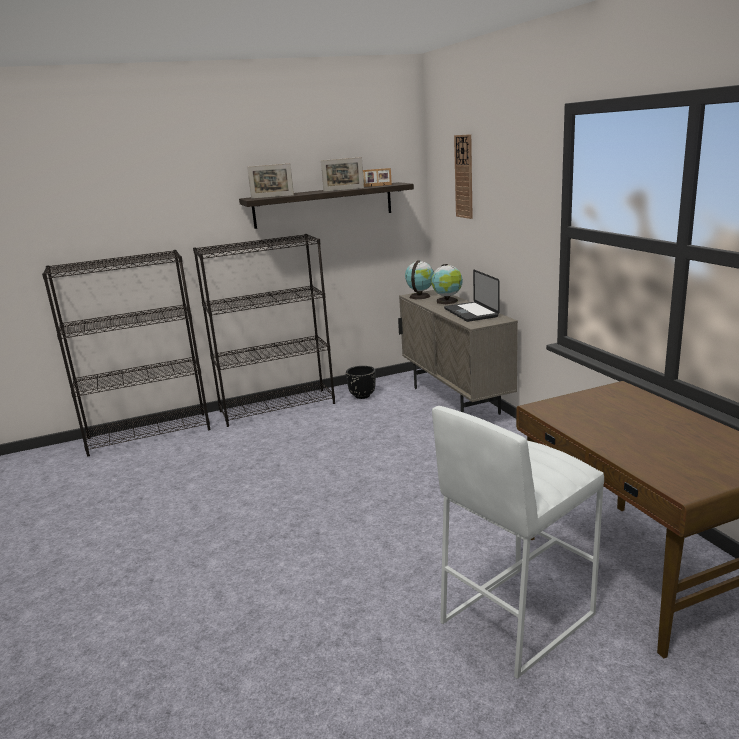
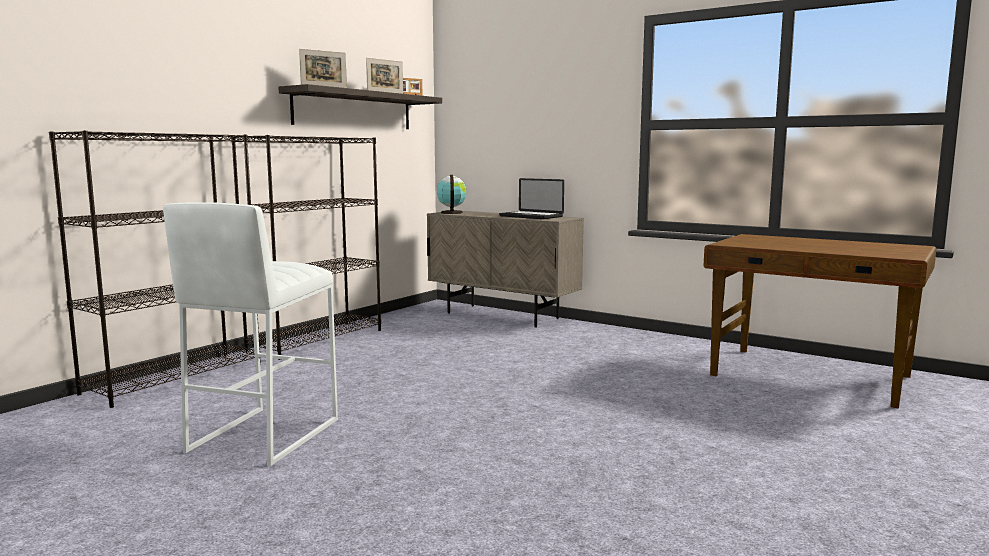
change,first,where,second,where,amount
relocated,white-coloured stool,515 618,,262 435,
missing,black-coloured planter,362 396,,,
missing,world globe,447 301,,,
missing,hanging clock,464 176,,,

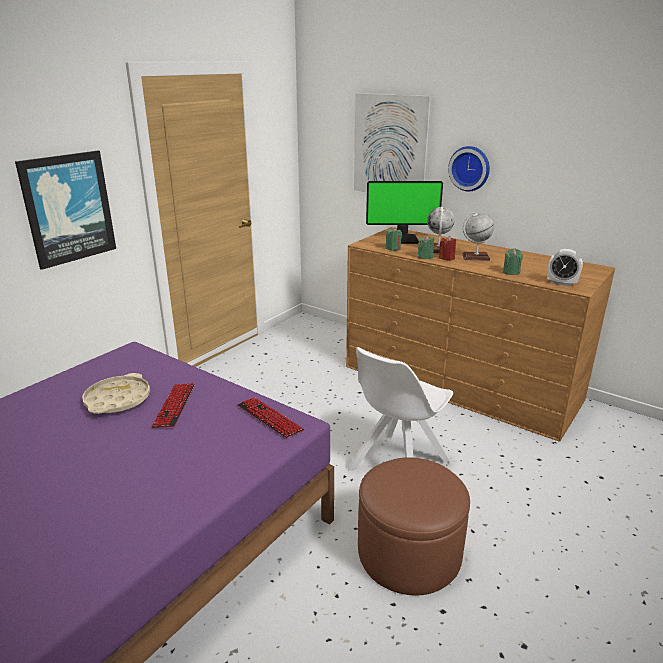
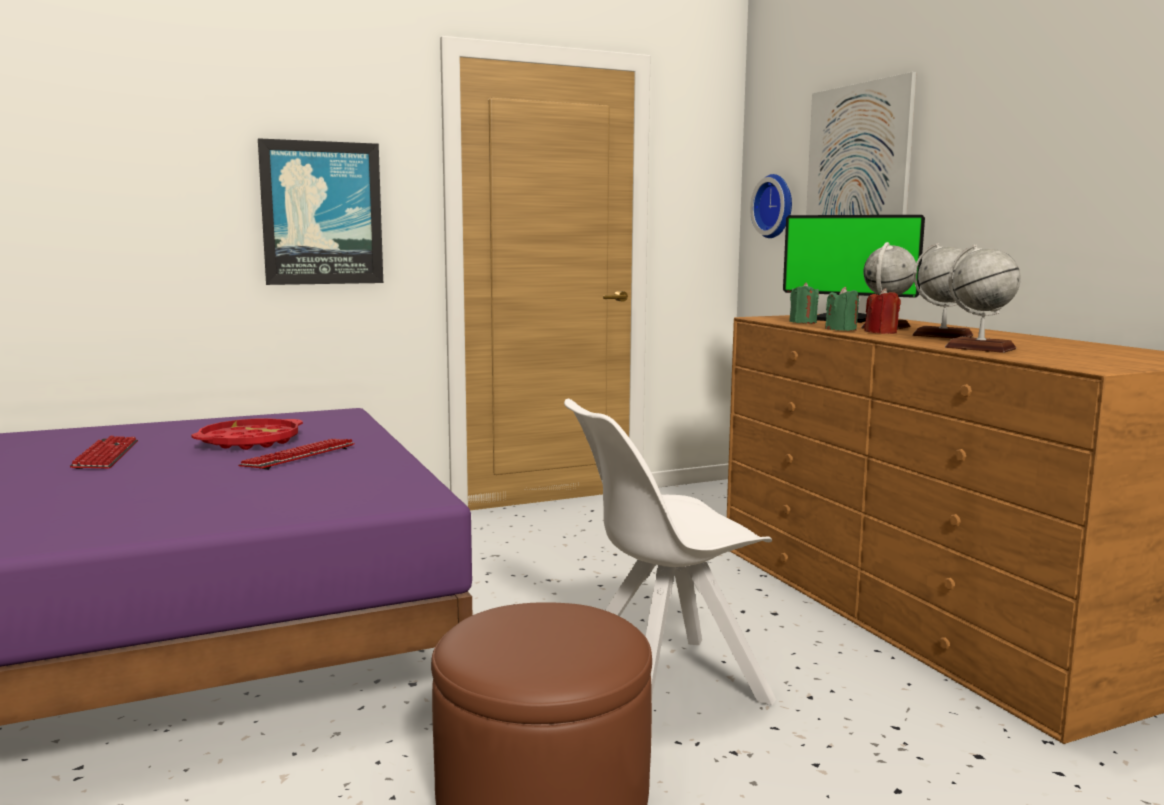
change,first,where,second,where,amount
relocated,computer keyboard,269 418,,106 455,
colour,beige carrying tray,117 400,red-coloured carrying tray,249 442,
relocated,hanging clock,470 168,,776 206,
exchanged,green-coloured wax light,511 272,world globe,979 348,
missing,alarm clock,561 283,,,

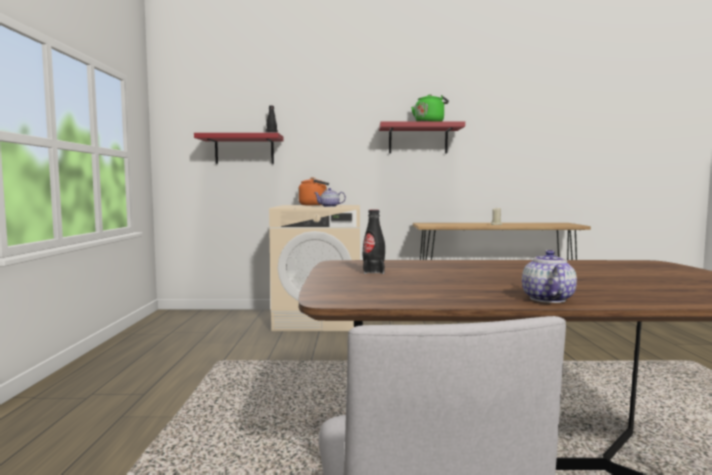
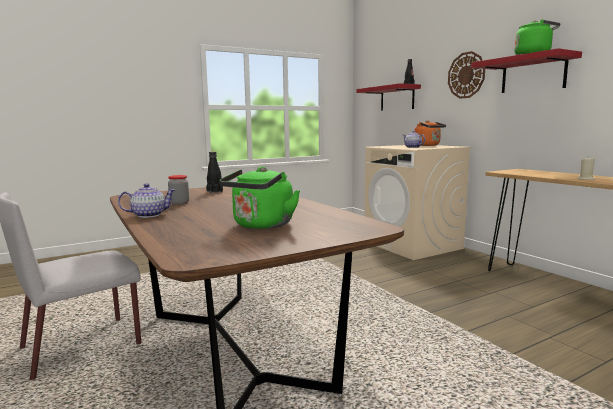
change,first,where,second,where,amount
appeared,,,preserve jar,179 203,
appeared,,,green-coloured kettle,261 226,
appeared,,,hanging clock,466 75,

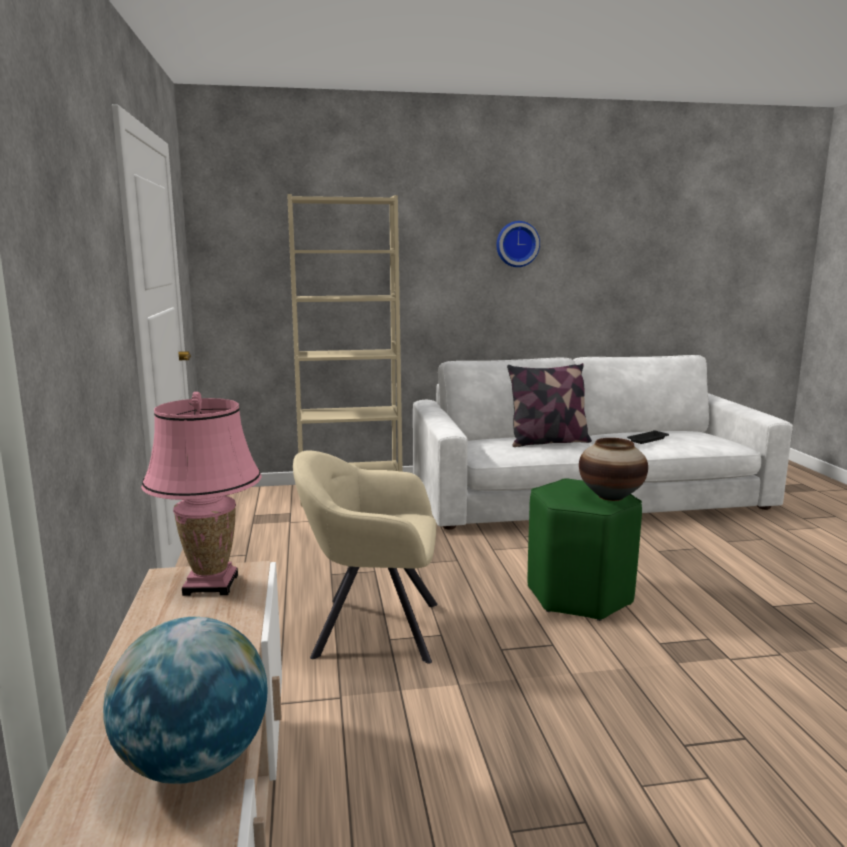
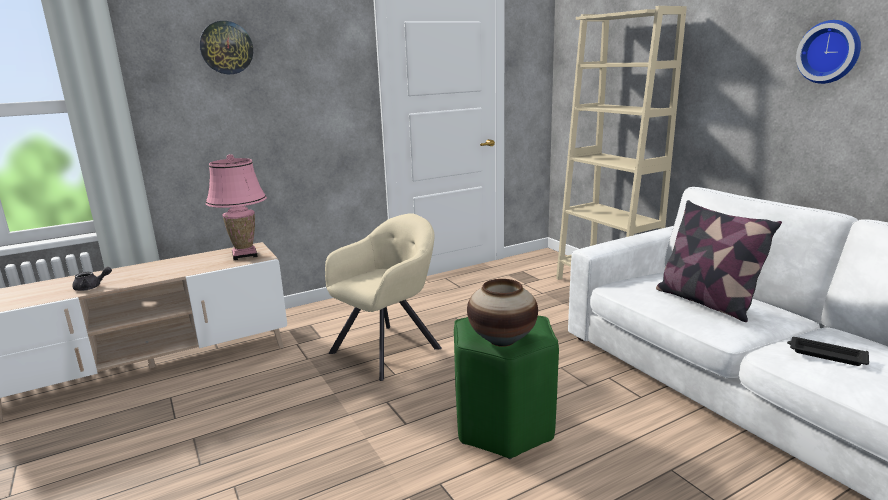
change,first,where,second,where,amount
exchanged,world globe,194 762,gray pot for tea,92 287,
appeared,,,hanging clock,226 48,
spun,beige lounge chair,371 629,,388 348,60 degrees clockwise

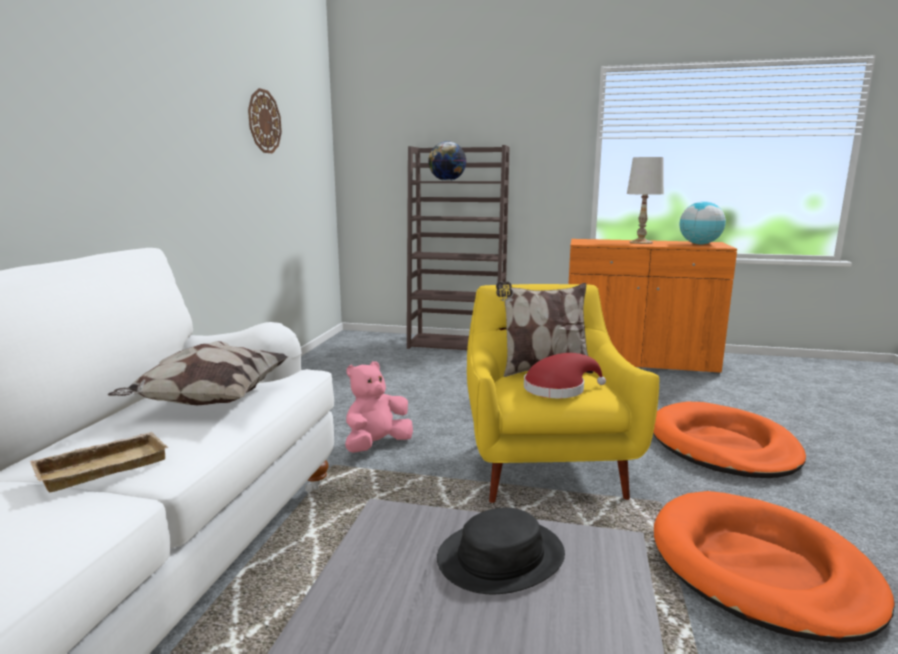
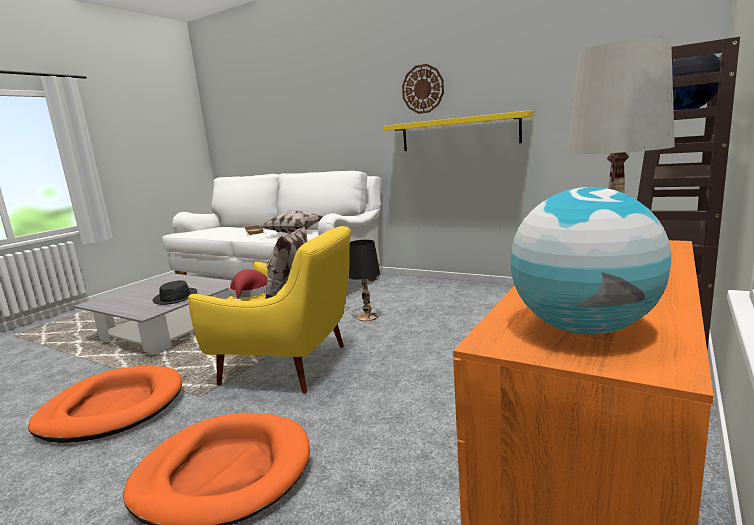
change,first,where,second,where,amount
exchanged,pinkish cuddly toy,377 445,black-coloured tabletop lamp,368 317,
appeared,,,yellow bracket shelf,458 133,
relocated,hanging clock,264 121,,423 89,

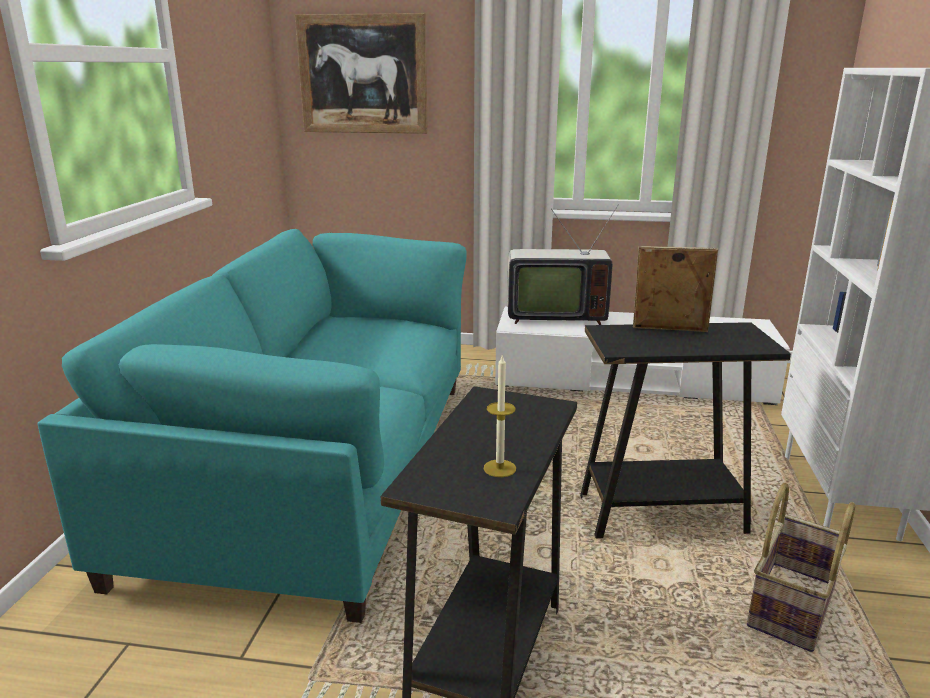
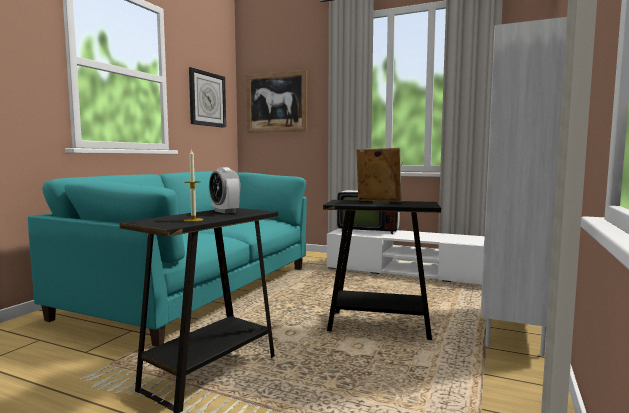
change,first,where,second,where,amount
appeared,,,hanging clock,207 99,
appeared,,,alarm clock,225 211,
missing,storage basket,793 608,,,

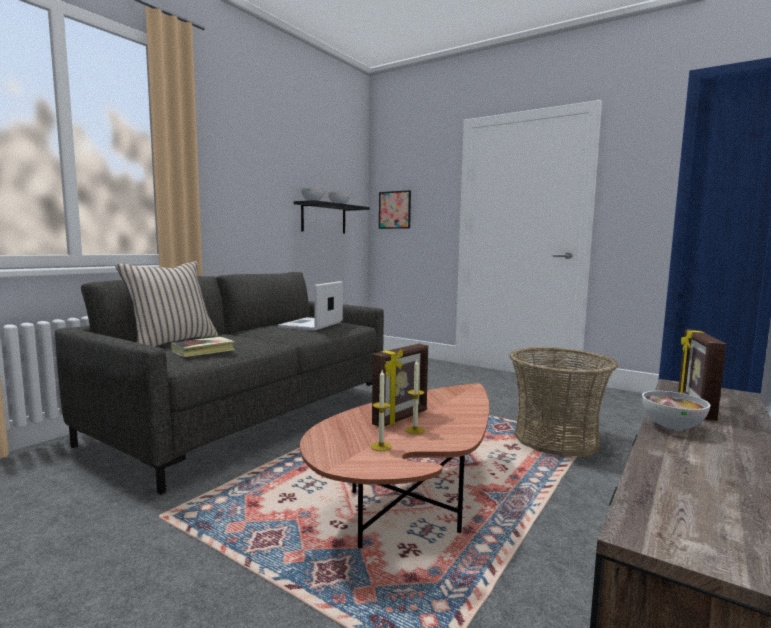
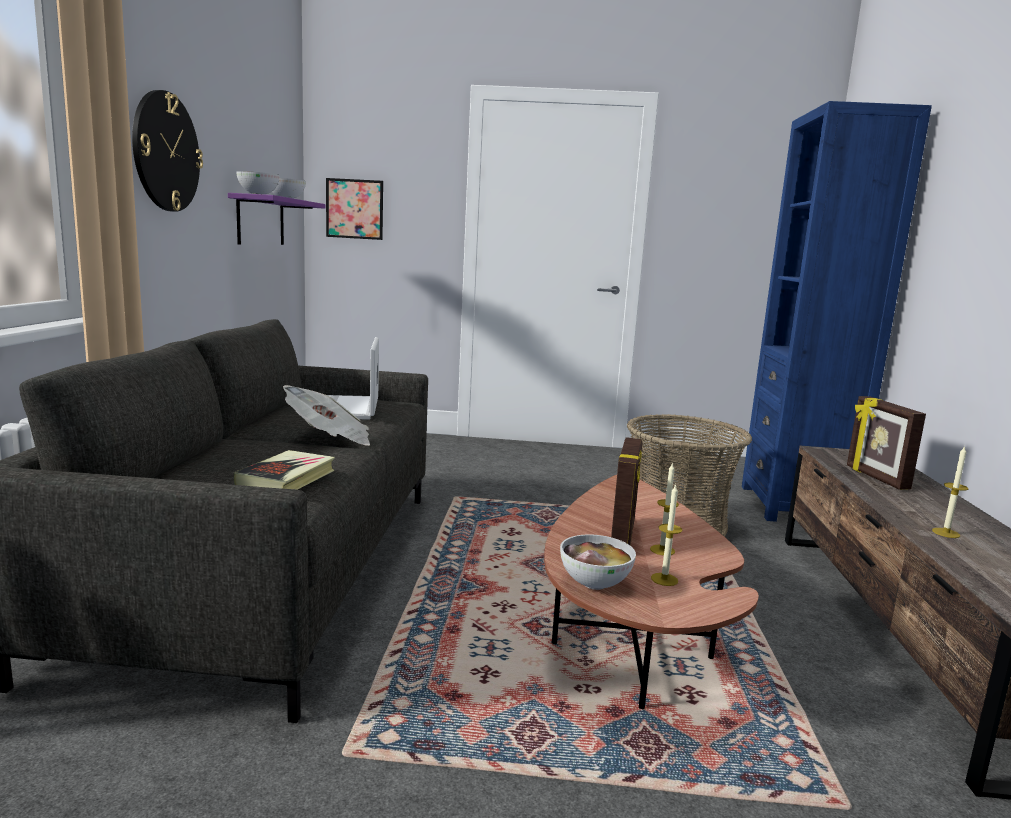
change,first,where,second,where,amount
appeared,,,hanging clock,166 152,
colour,black-coloured bracket shelf,324 218,purplish bracket shelf,261 221,
appeared,,,printed paper,330 439,
relocated,bowl,672 427,,595 583,
appeared,,,wax light,946 533,
missing,beige pillow,172 341,,,

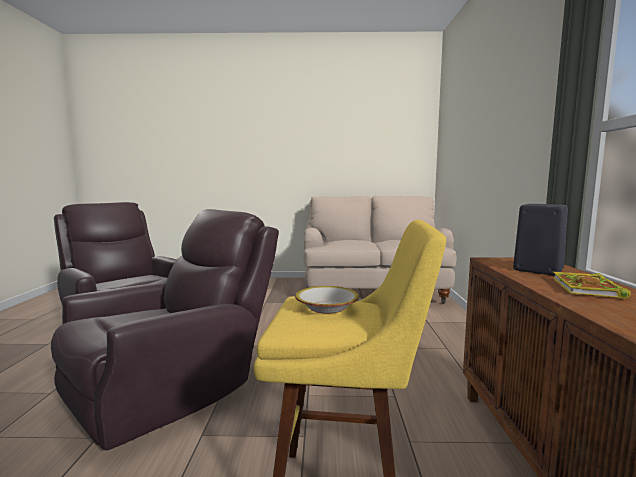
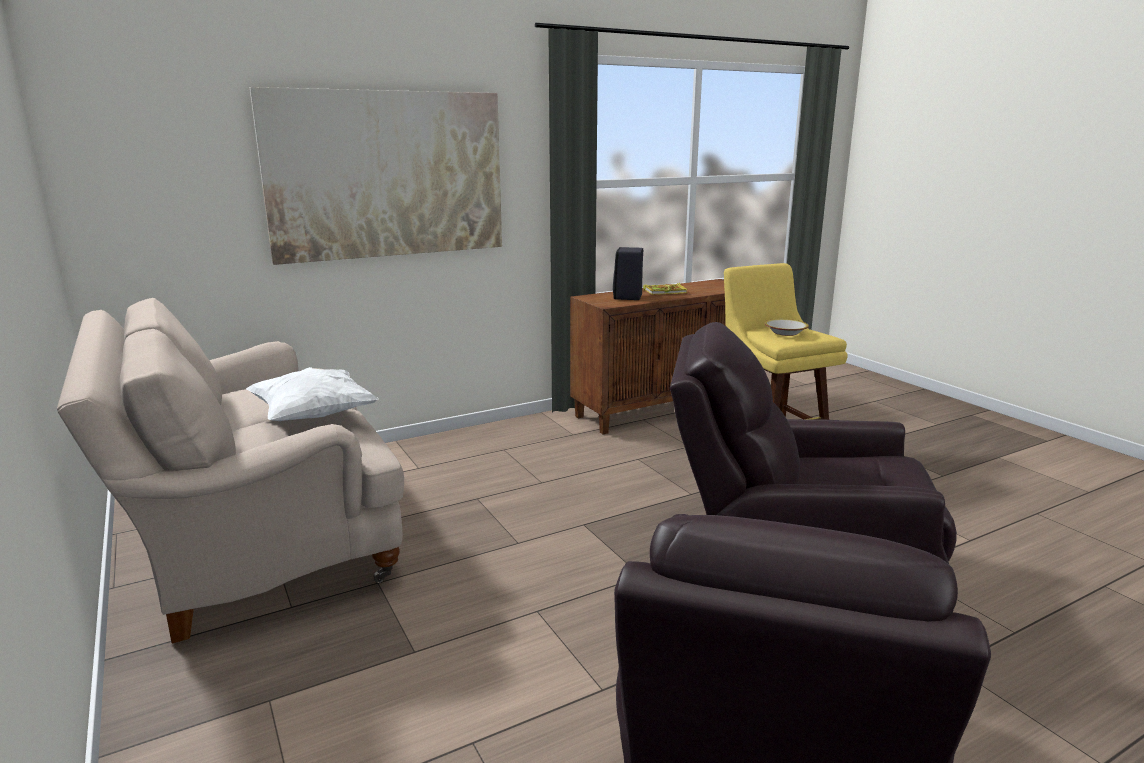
change,first,where,second,where,amount
appeared,,,white-coloured pillow,314 416,
appeared,,,wall art,388 175,

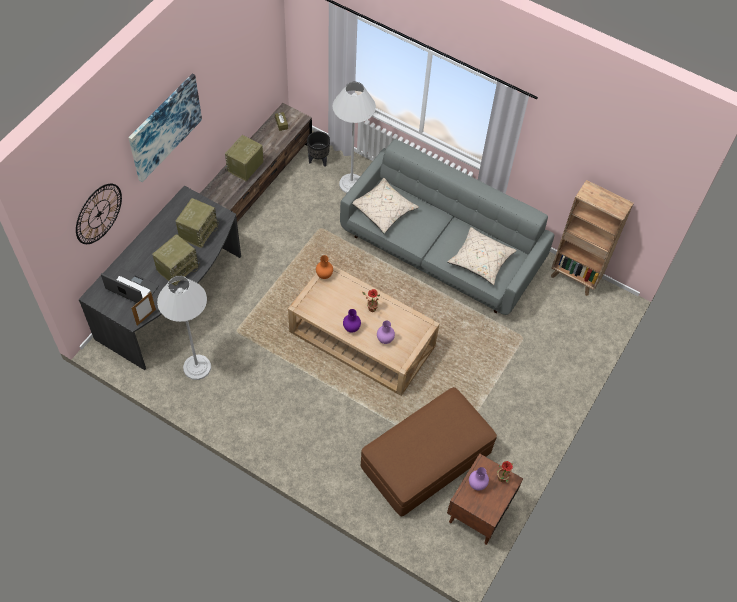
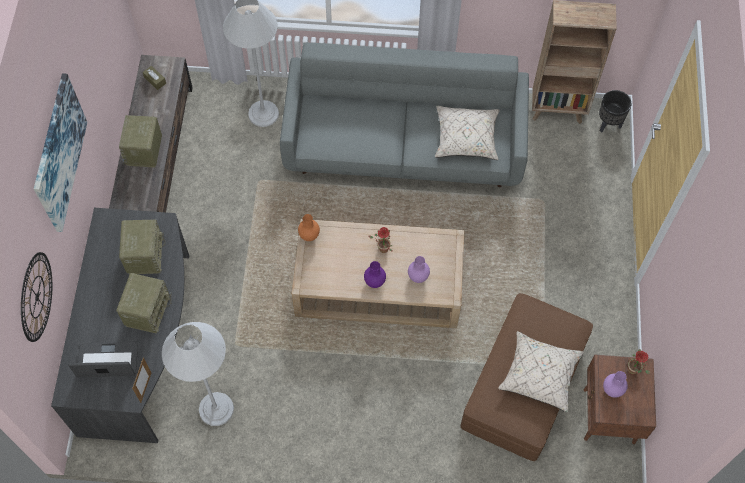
change,first,where,second,where,amount
relocated,beige pillow,383 210,,539 374,
relocated,black-coloured planter,318 161,,609 124,

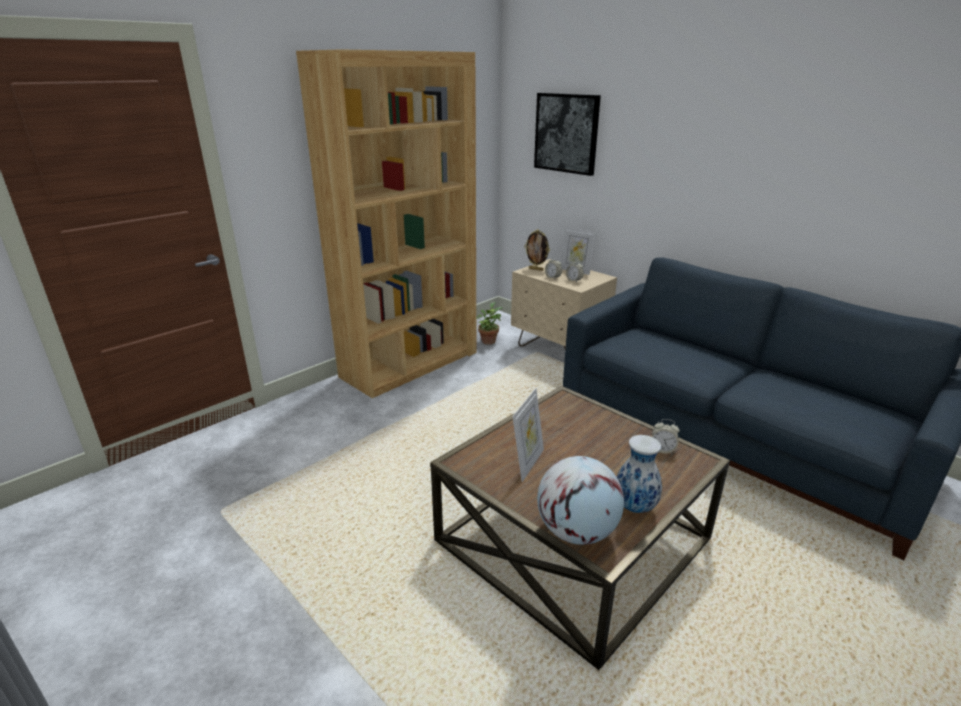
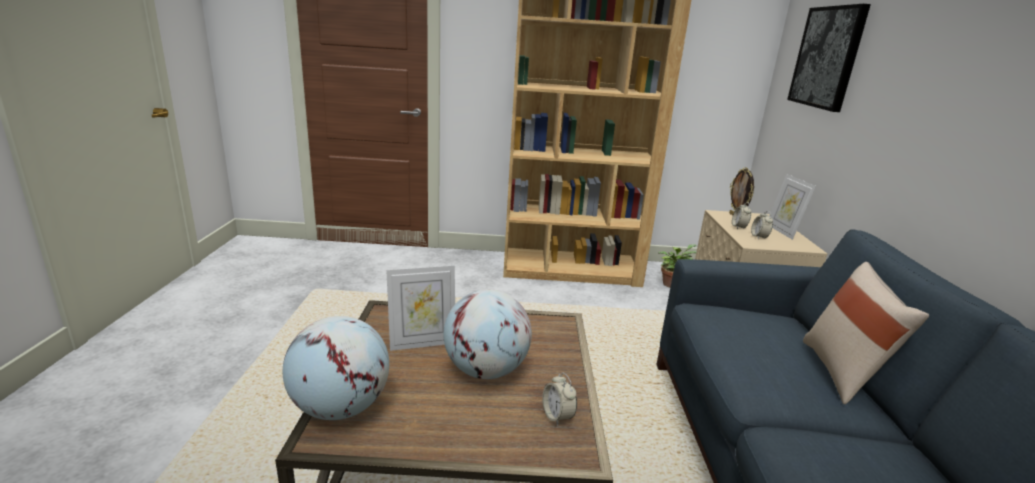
change,first,where,second,where,amount
appeared,,,world globe,486 370,
appeared,,,beige pillow,842 373,
missing,vase,635 507,,,

